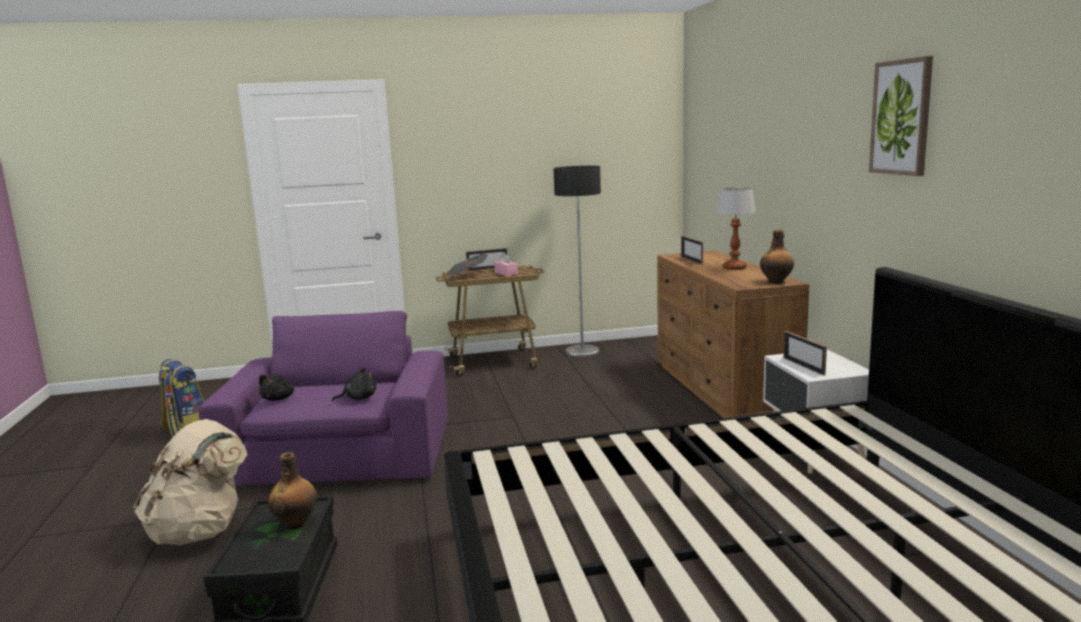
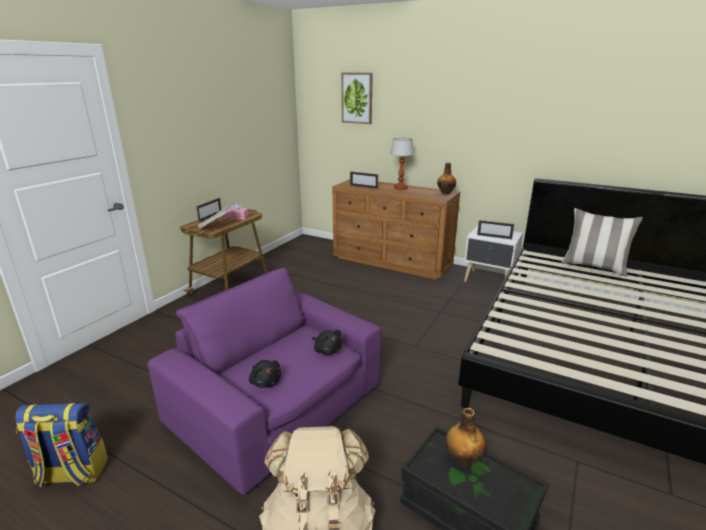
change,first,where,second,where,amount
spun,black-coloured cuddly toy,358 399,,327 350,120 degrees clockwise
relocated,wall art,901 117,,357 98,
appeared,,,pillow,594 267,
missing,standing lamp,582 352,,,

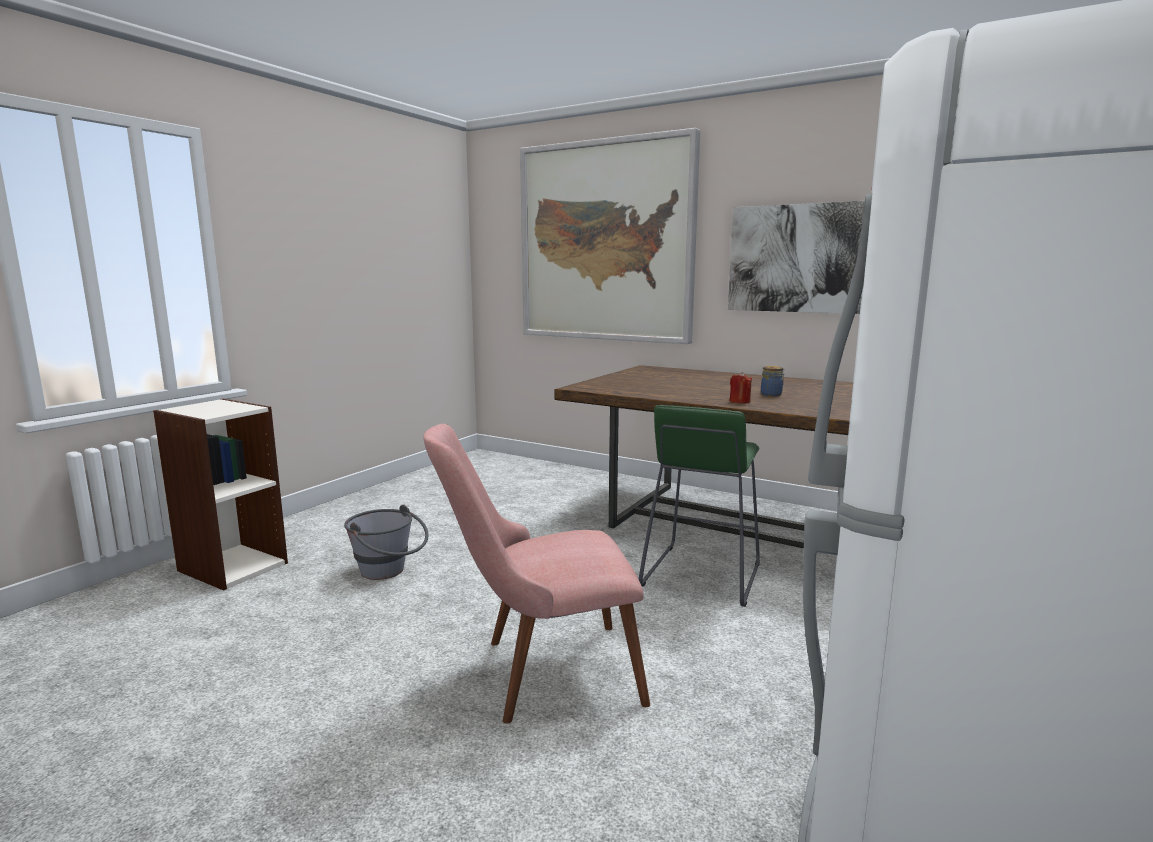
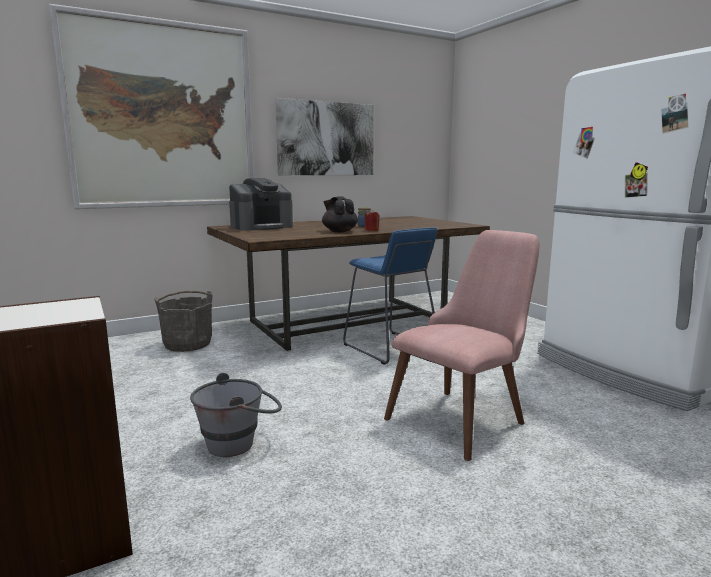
change,first,where,second,where,amount
appeared,,,gray pail,187 344,
appeared,,,coffee brewer,262 227,
appeared,,,black-coloured pot for tea,339 231,
colour,green-coloured stool,701 575,blue stool,390 347,
spun,pinkish plain chair,540 673,,465 415,150 degrees counterclockwise

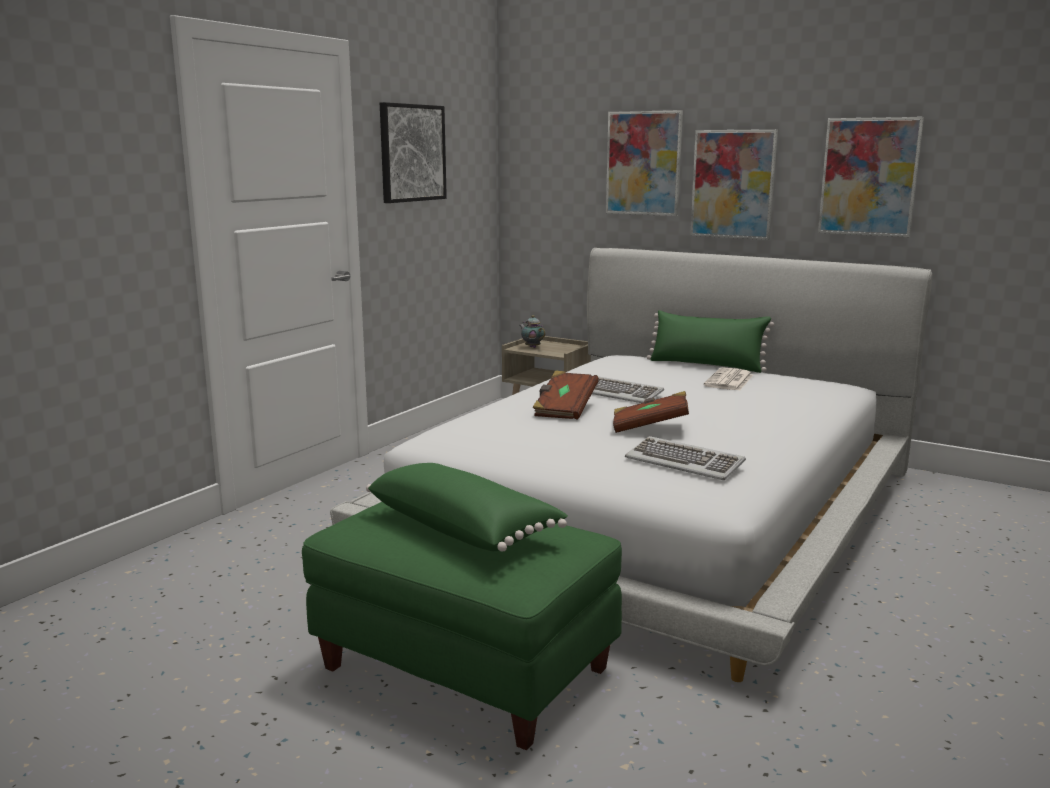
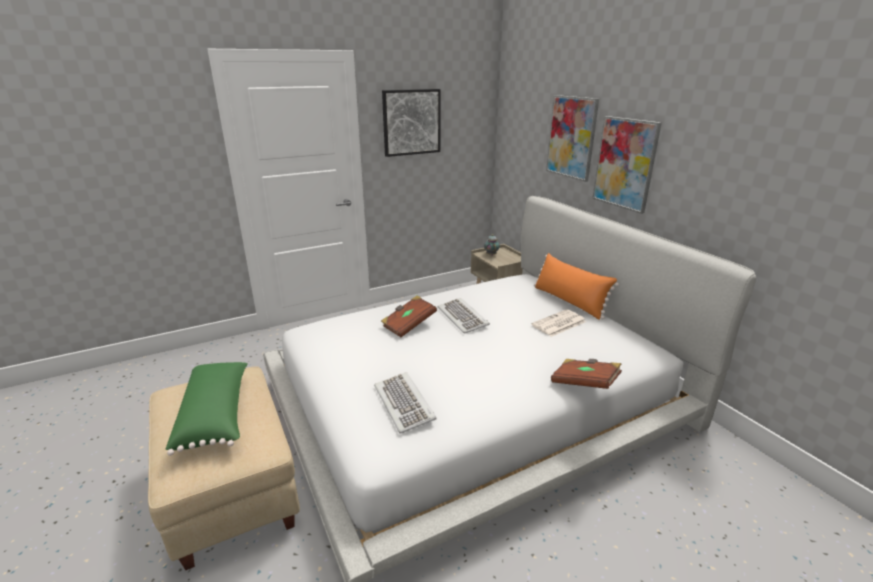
change,first,where,second,where,amount
colour,green-coloured ottoman,466 667,beige ottoman,233 488,
colour,green-coloured pillow,706 365,orange-coloured pillow,569 301,
relocated,brown-coloured book,650 428,,584 383,
missing,wall art,869 177,,,

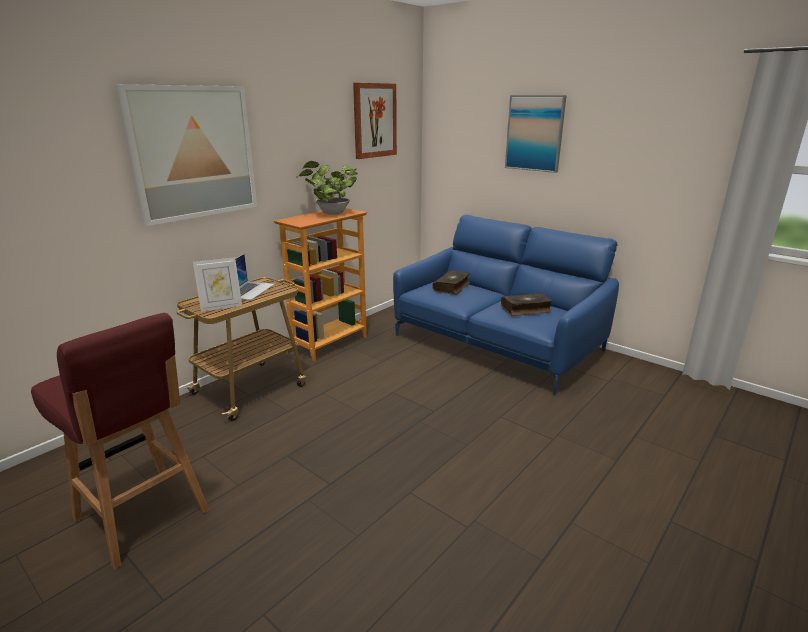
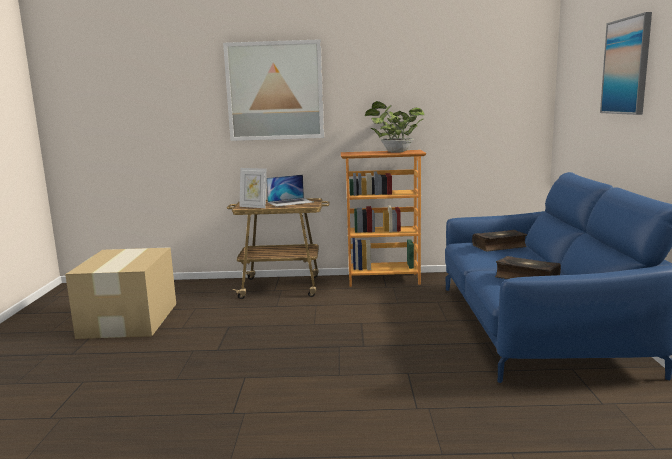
change,first,where,second,where,amount
exchanged,red-coloured stool,143 516,cardboard box,128 320,
missing,wall art,374 120,,,

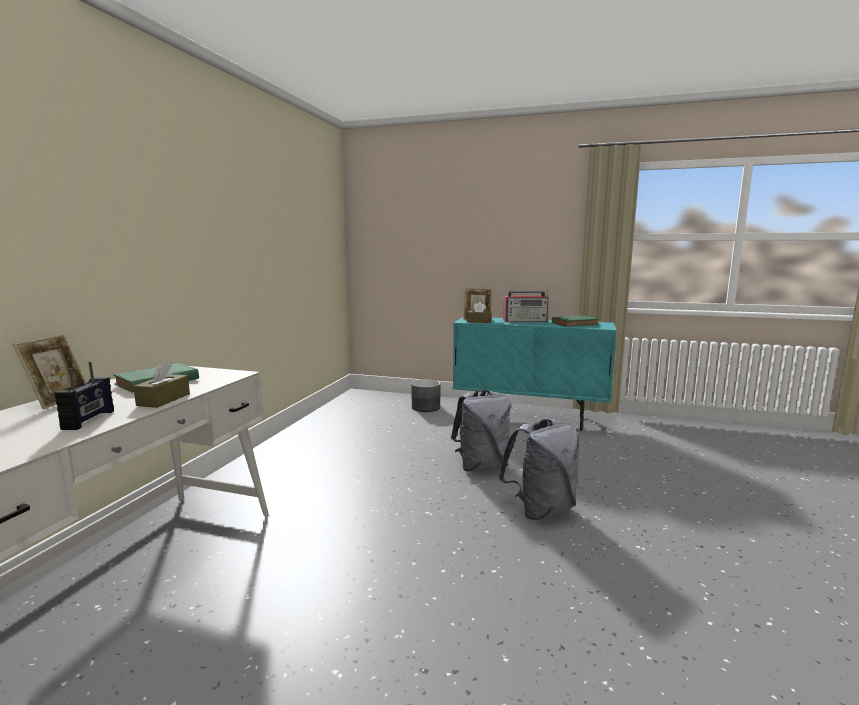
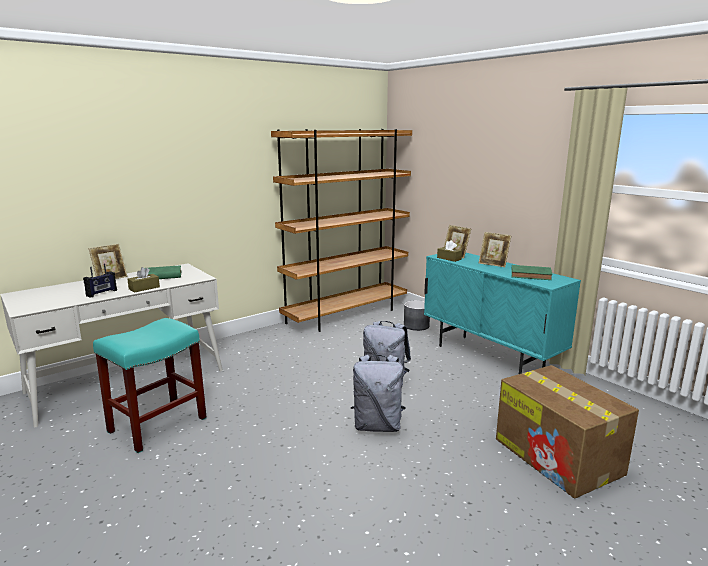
change,first,where,second,where,amount
appeared,,,turquoise stool,157 425,
appeared,,,brown-coloured shelving unit,346 315,
exchanged,radio receiver,525 321,standing frame,493 264,
appeared,,,cardboard box,559 457,

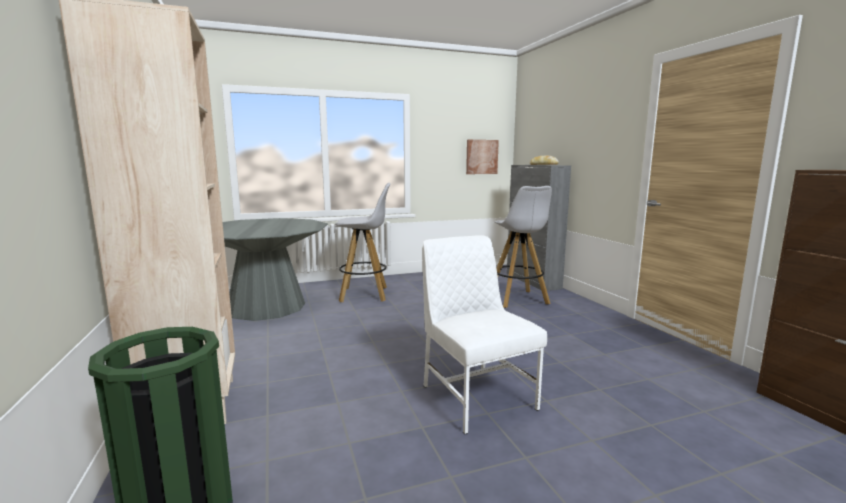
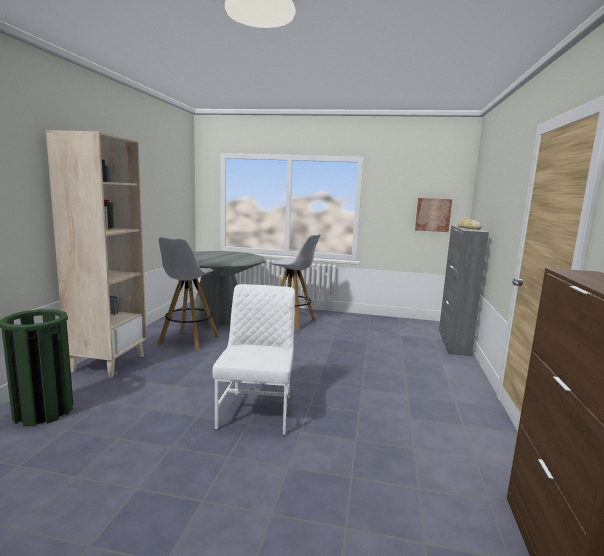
change,first,where,second,where,amount
relocated,white-coloured stool,517 299,,188 341,

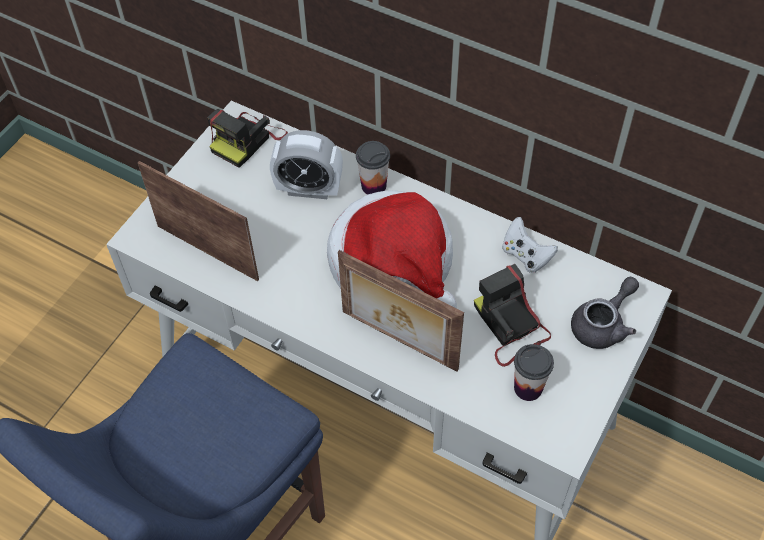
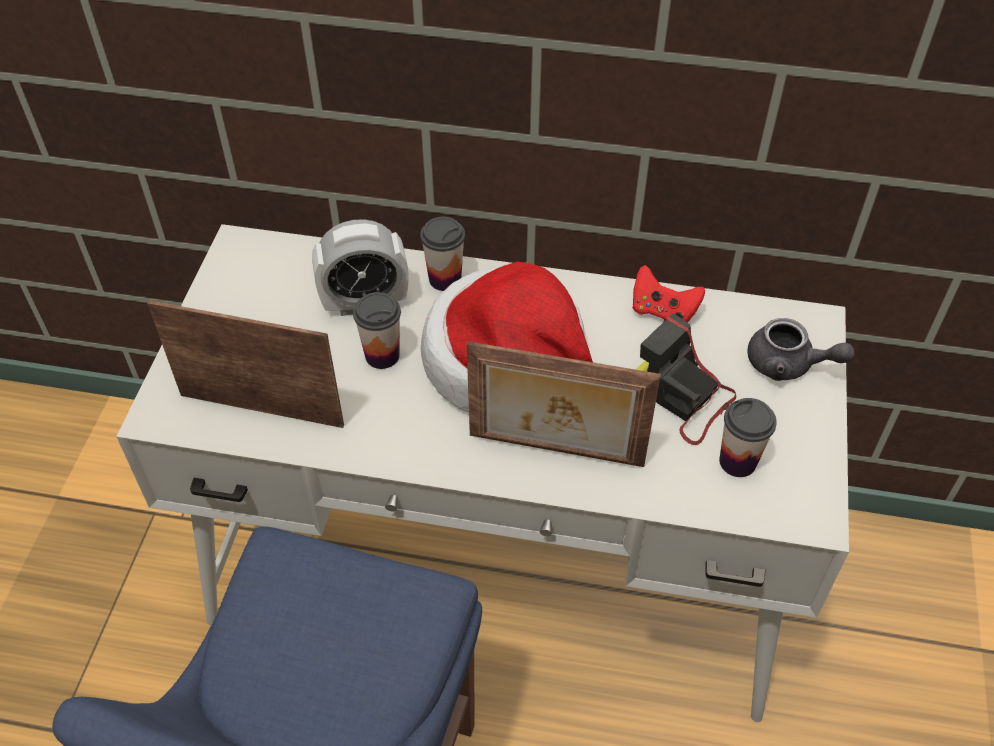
change,first,where,second,where,amount
appeared,,,drinking cup,382 355,
colour,white-coloured game controller,525 255,red-coloured game controller,663 312,
spun,gray pot for tea,603 324,,788 365,90 degrees clockwise
missing,still camera,247 140,,,

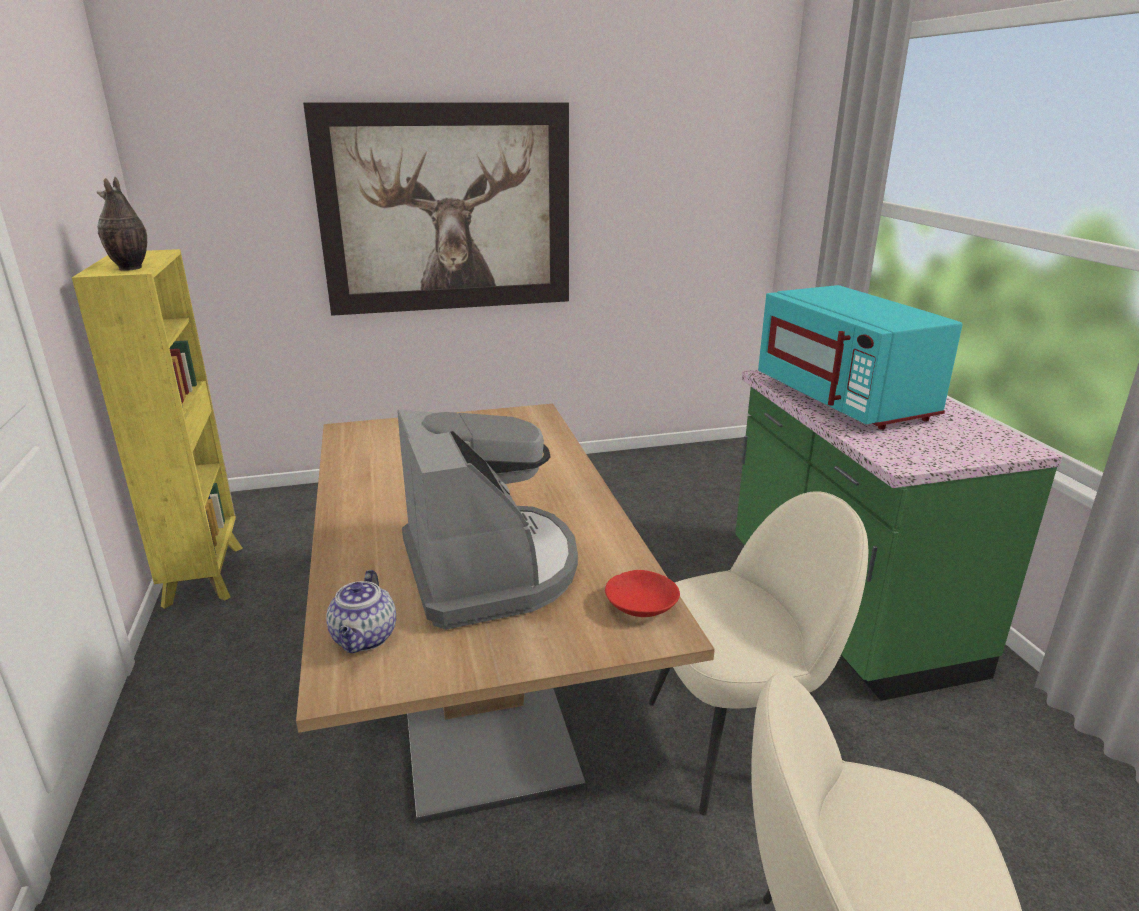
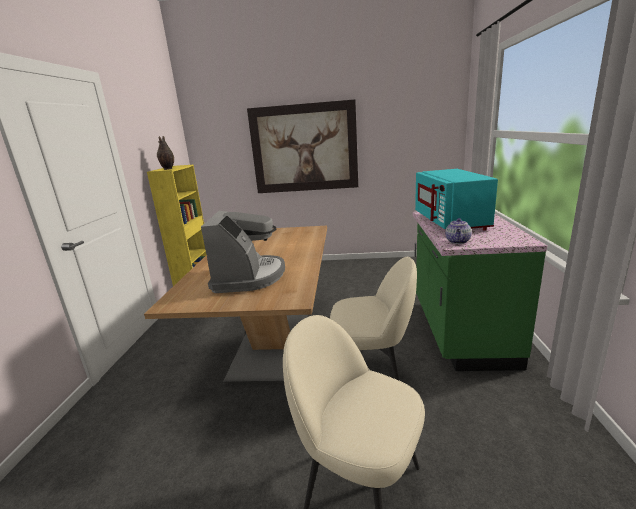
change,first,where,second,where,amount
relocated,pot for tea,365 639,,458 241,
missing,red-coloured bowl,641 605,,,

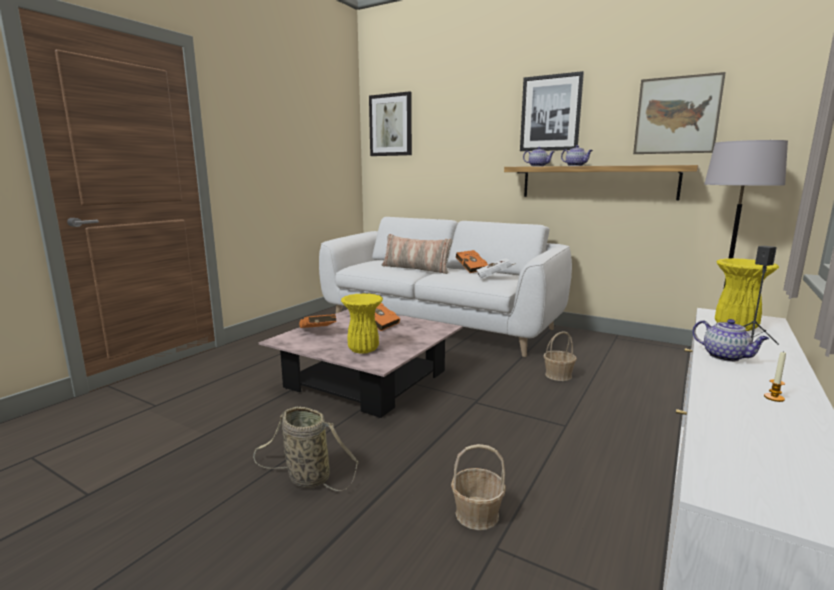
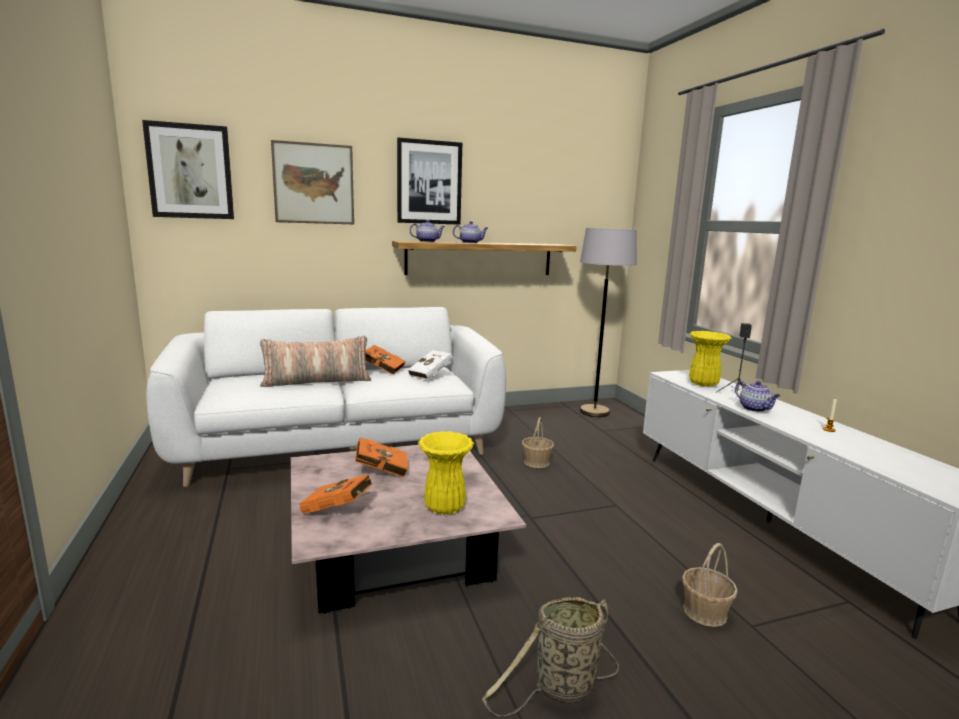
change,first,where,second,where,amount
relocated,wall art,677 115,,314 184,
spun,pot for tea,726 357,,754 409,60 degrees clockwise

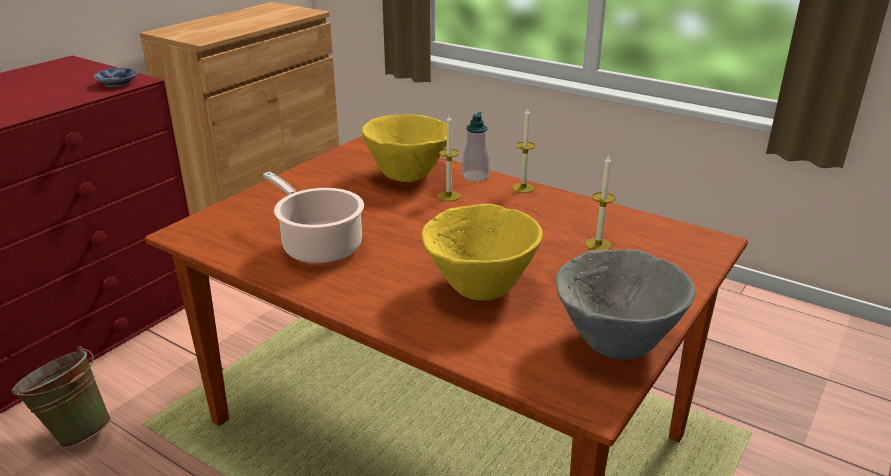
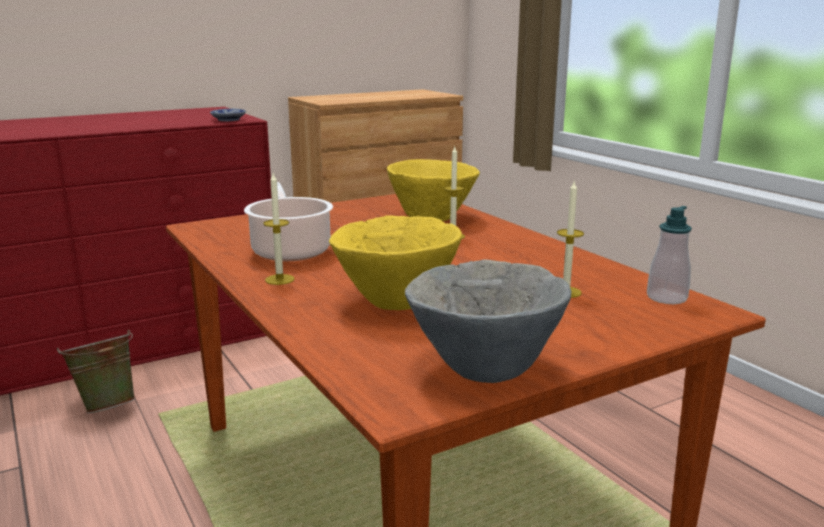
change,first,where,second,where,amount
relocated,wax light,523 188,,279 279,
relocated,soap bottle,475 176,,666 298,

